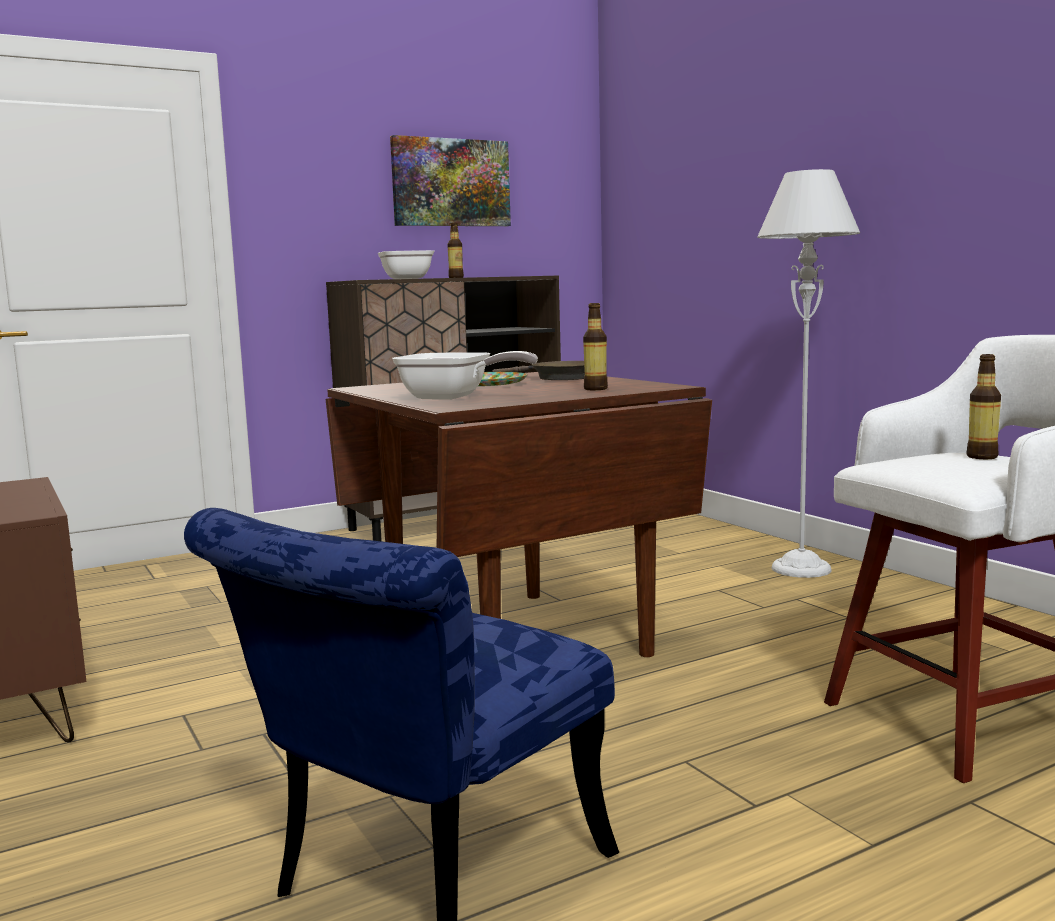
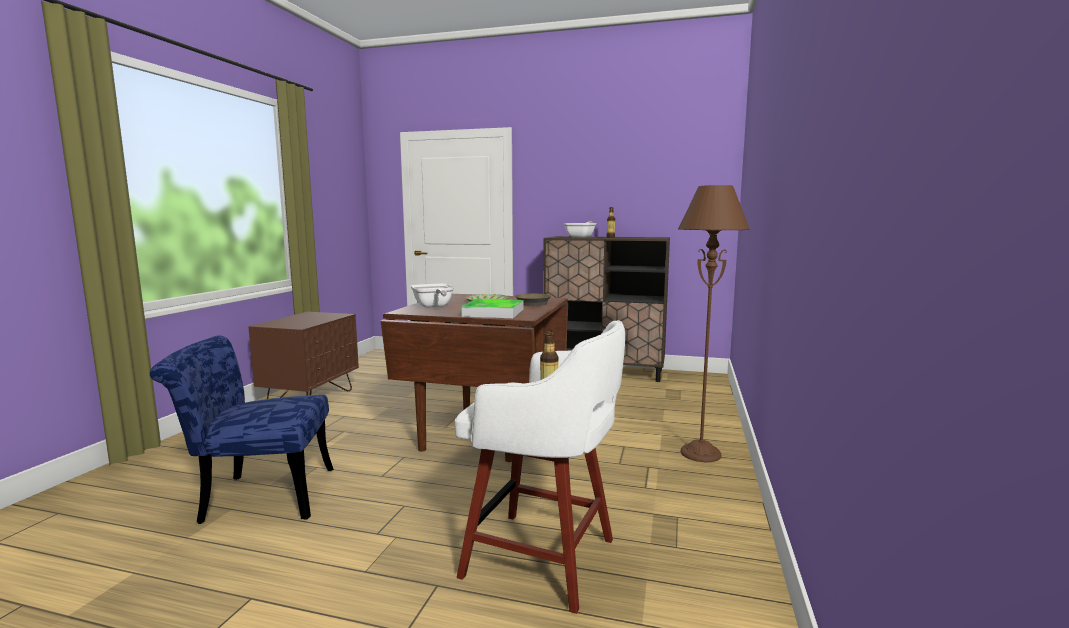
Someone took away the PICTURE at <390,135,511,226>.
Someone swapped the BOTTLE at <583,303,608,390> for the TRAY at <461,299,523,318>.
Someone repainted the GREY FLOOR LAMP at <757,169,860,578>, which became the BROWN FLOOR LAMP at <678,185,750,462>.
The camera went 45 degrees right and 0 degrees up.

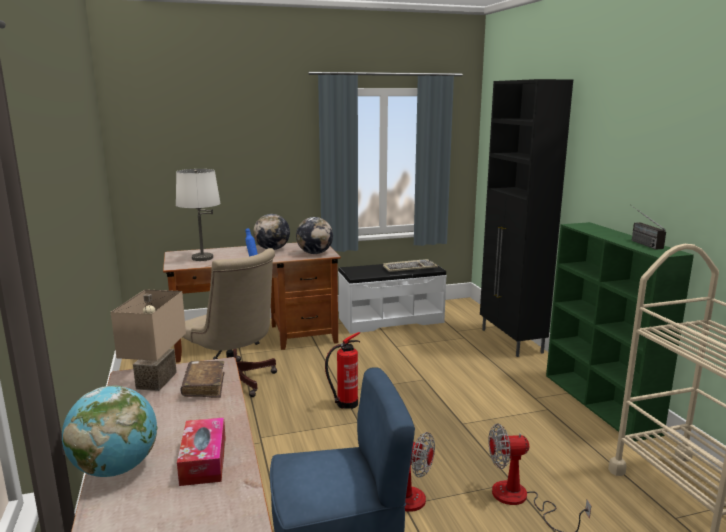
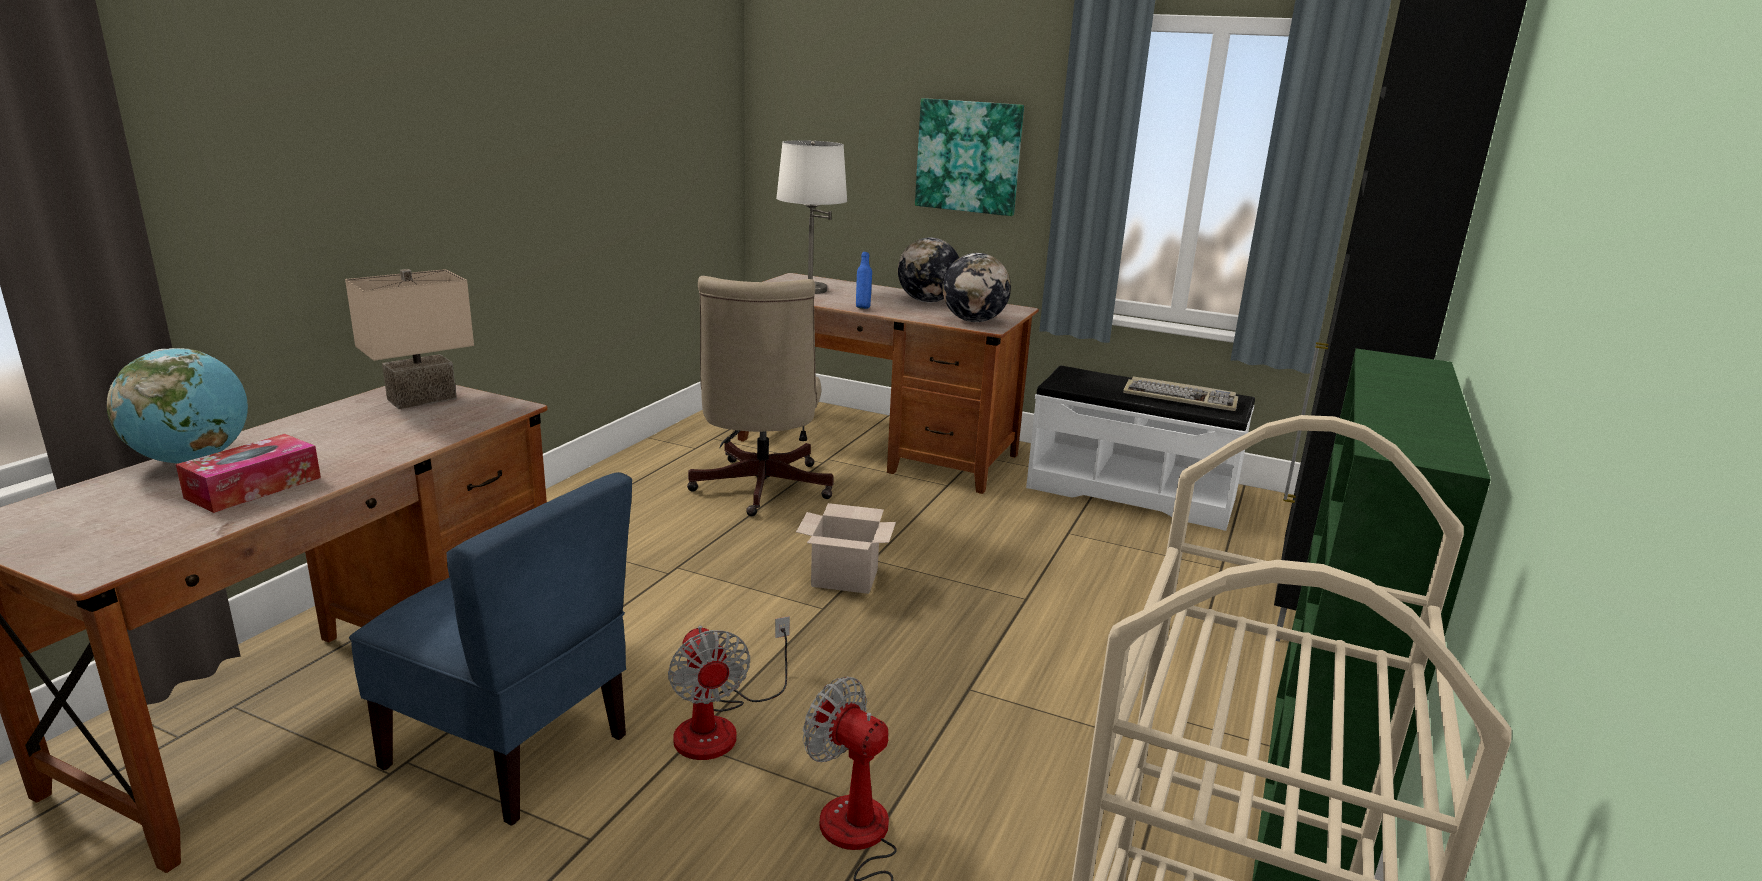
Someone took away the BROWN BOOK at <181,361,224,398>.
Someone swapped the FIRE EXTINGUISHER at <325,332,360,409> for the CARDBOARD BOX at <796,503,896,594>.
Someone took away the RADIO at <630,204,666,250>.
Someone put up the PICTURE at <915,98,1024,216>.
The camera went 40 degrees right and 5 degrees up.

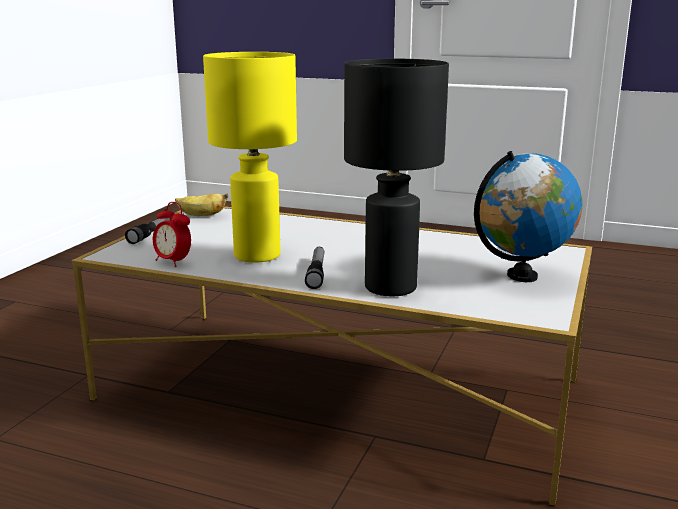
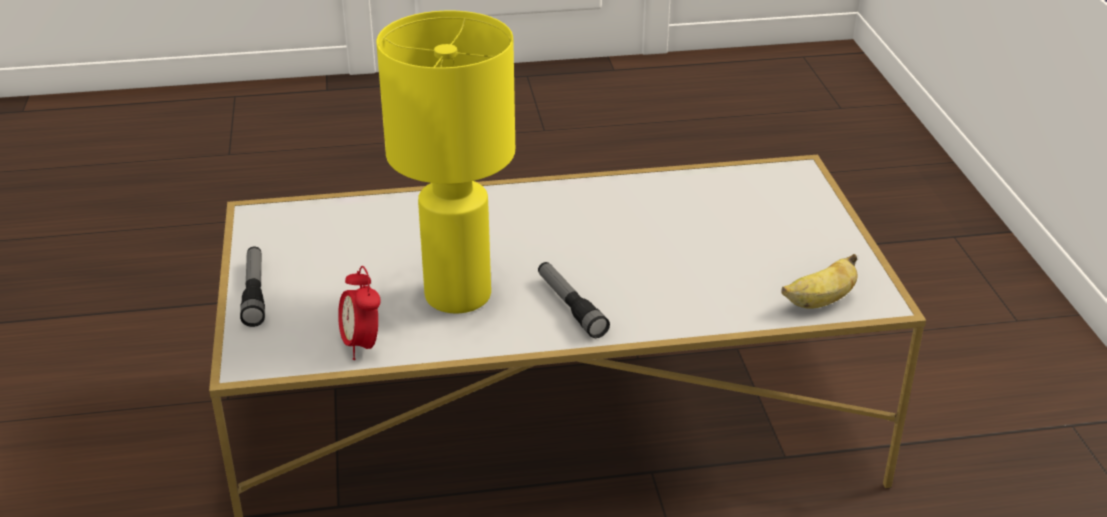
Someone rotated the ALARM CLOCK at <153,202,191,267> by 60 degrees clockwise.
Someone carried the BANANA from <175,193,228,216> to <782,254,858,309>.
Someone took away the BLACK TABLE LAMP at <344,59,449,296>.
Someone took away the GLOBE at <474,151,583,282>.
The camera went 30 degrees left and 15 degrees up.

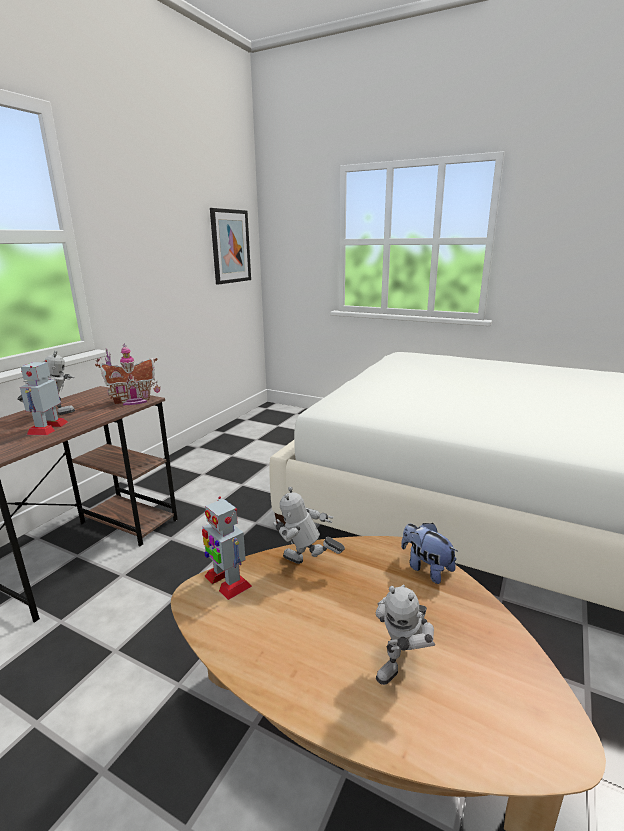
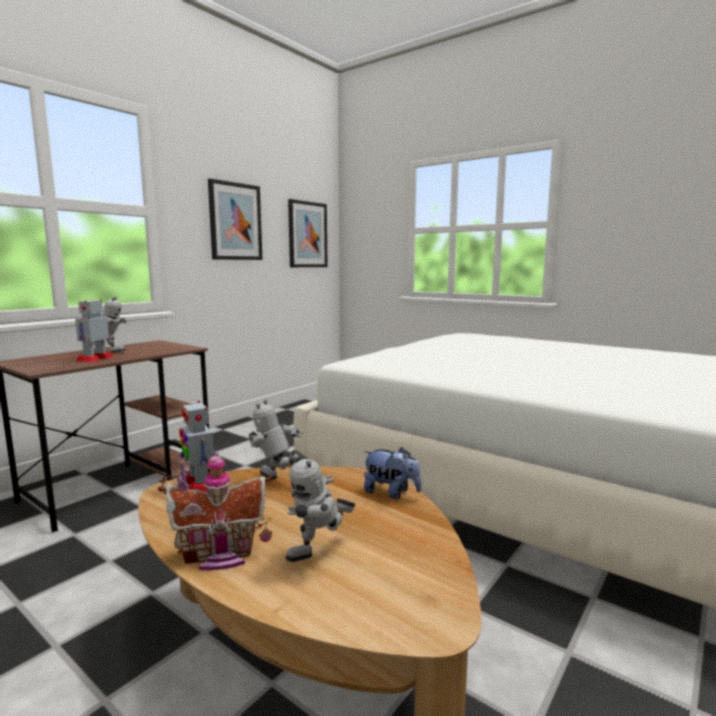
Someone carried the TOY HOUSE from <95,343,160,405> to <158,450,272,570>.
Someone rotated the PLUSH TOY at <401,523,457,584> by 150 degrees clockwise.
Someone put up the PICTURE at <208,178,262,260>.
The camera went 10 degrees right and 10 degrees down.

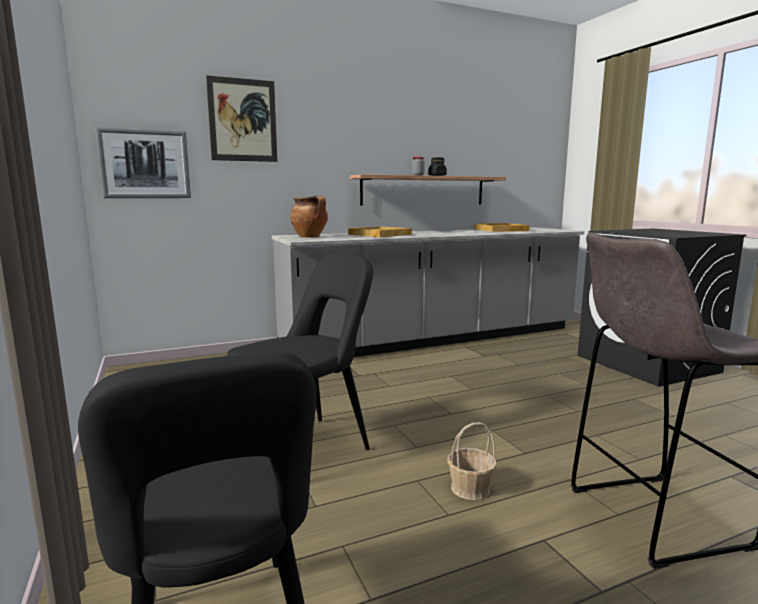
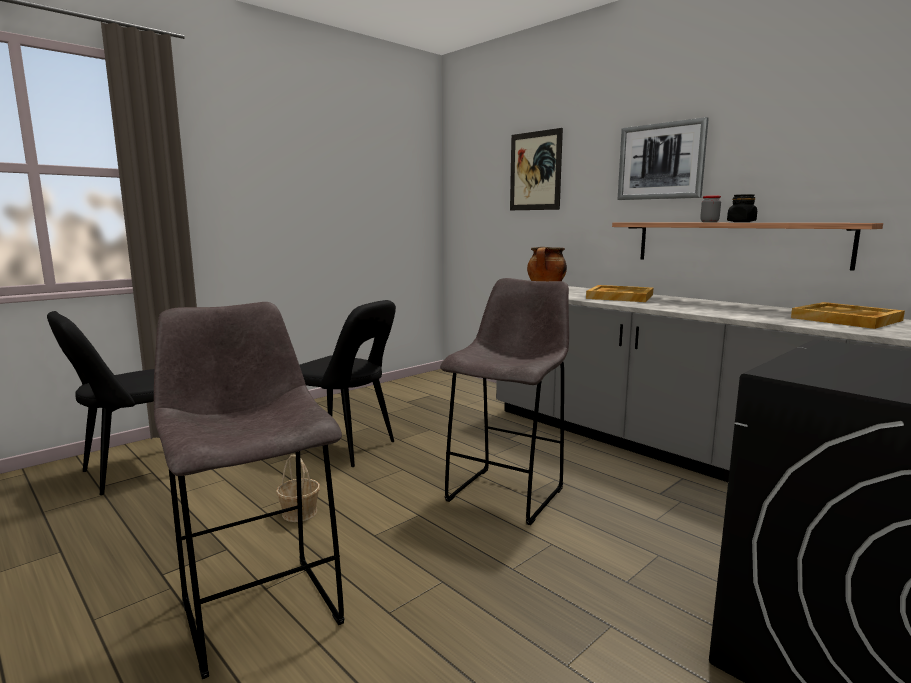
Someone carried the PICTURE from <95,127,191,198> to <618,117,709,200>.
Someone put down the GREY STOOL at <440,278,569,525>.
The camera went 70 degrees right and 0 degrees up.

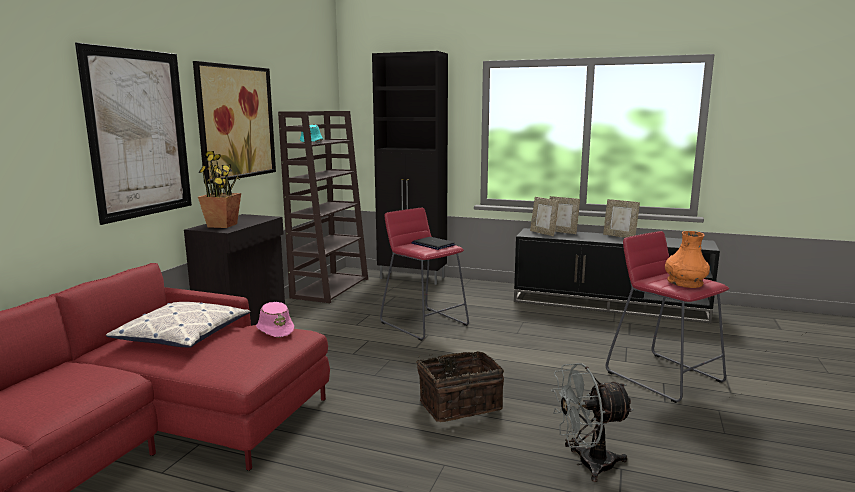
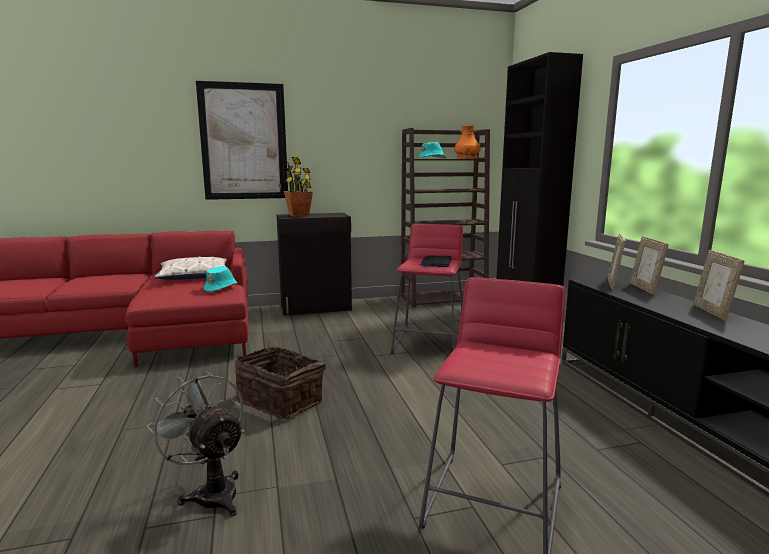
Someone took away the PICTURE at <193,61,276,184>.
Someone repainted the PINK HAT at <256,302,294,338>, which became the TURQUOISE HAT at <204,266,238,292>.
Someone carried the ORANGE VASE from <665,231,710,288> to <454,125,481,159>.
The camera went 55 degrees right and 0 degrees up.

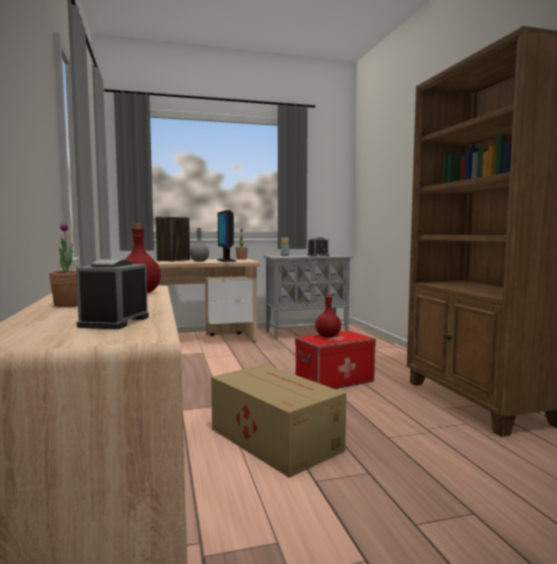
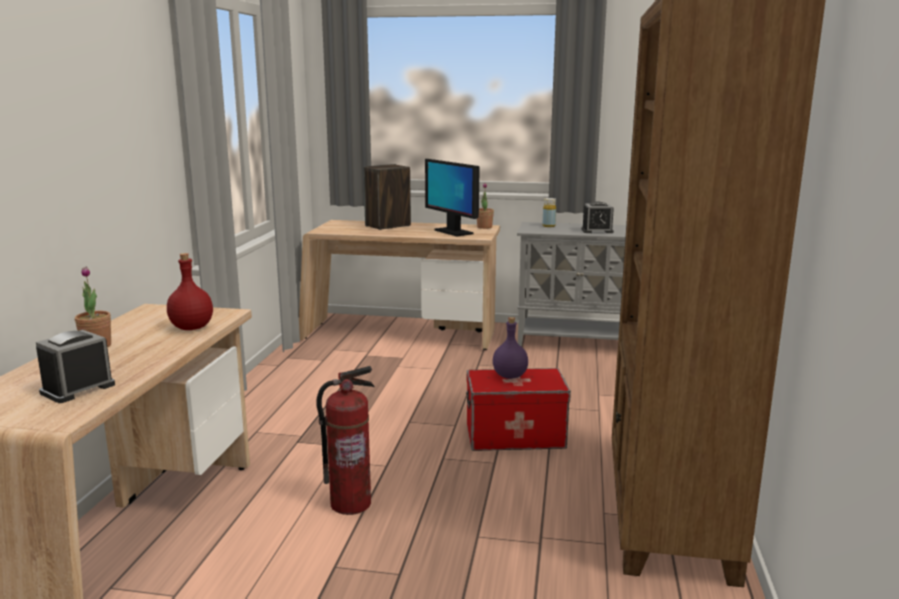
Someone took away the GREY BOTTLE at <190,228,209,262>.
Someone swapped the CARDBOARD BOX at <211,364,346,478> for the FIRE EXTINGUISHER at <316,366,375,515>.
Someone rotated the MONITOR at <217,210,236,262> by 45 degrees counterclockwise.
Someone repainted the RED BOTTLE at <315,293,341,338>, which became the PURPLE BOTTLE at <493,317,528,379>.
The camera went 25 degrees right and 10 degrees up.

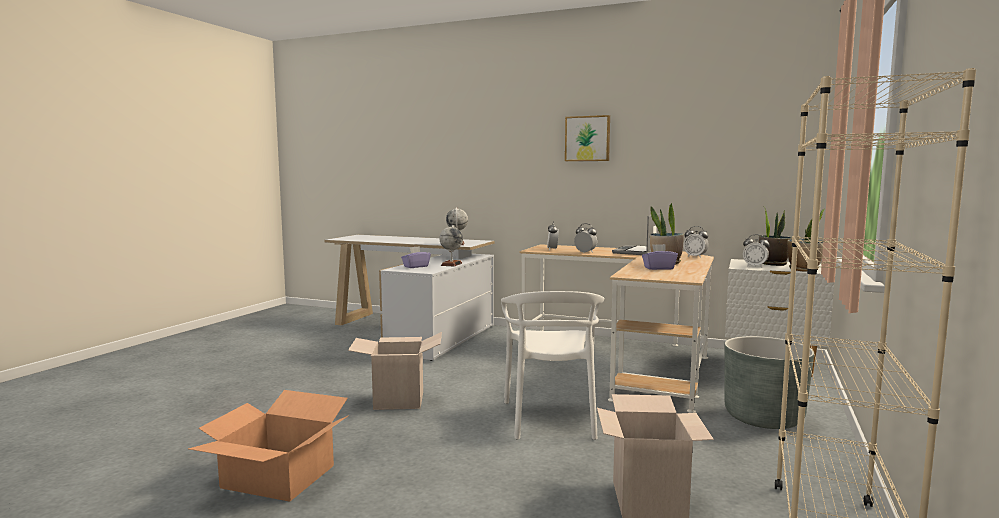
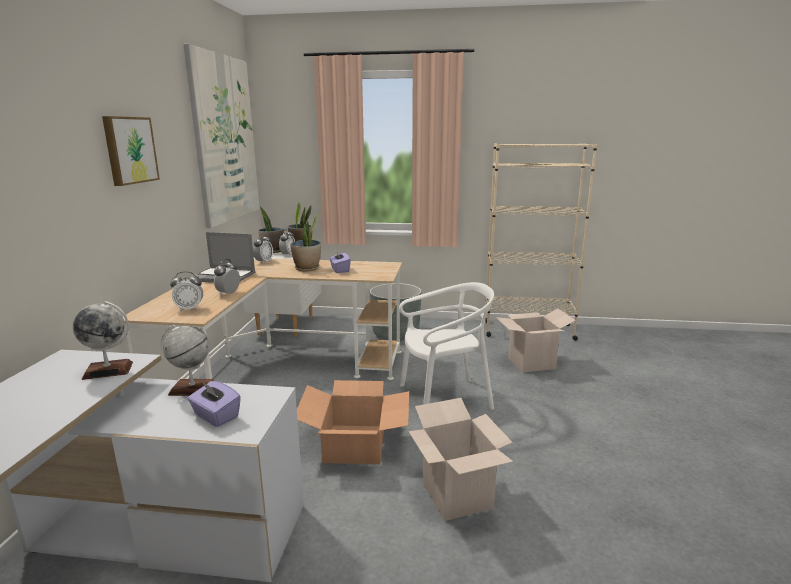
Someone carried the CARDBOARD BOX from <188,390,349,502> to <297,380,409,464>.
Someone put up the PICTURE at <184,44,260,228>.
The camera went 105 degrees left and 10 degrees up.

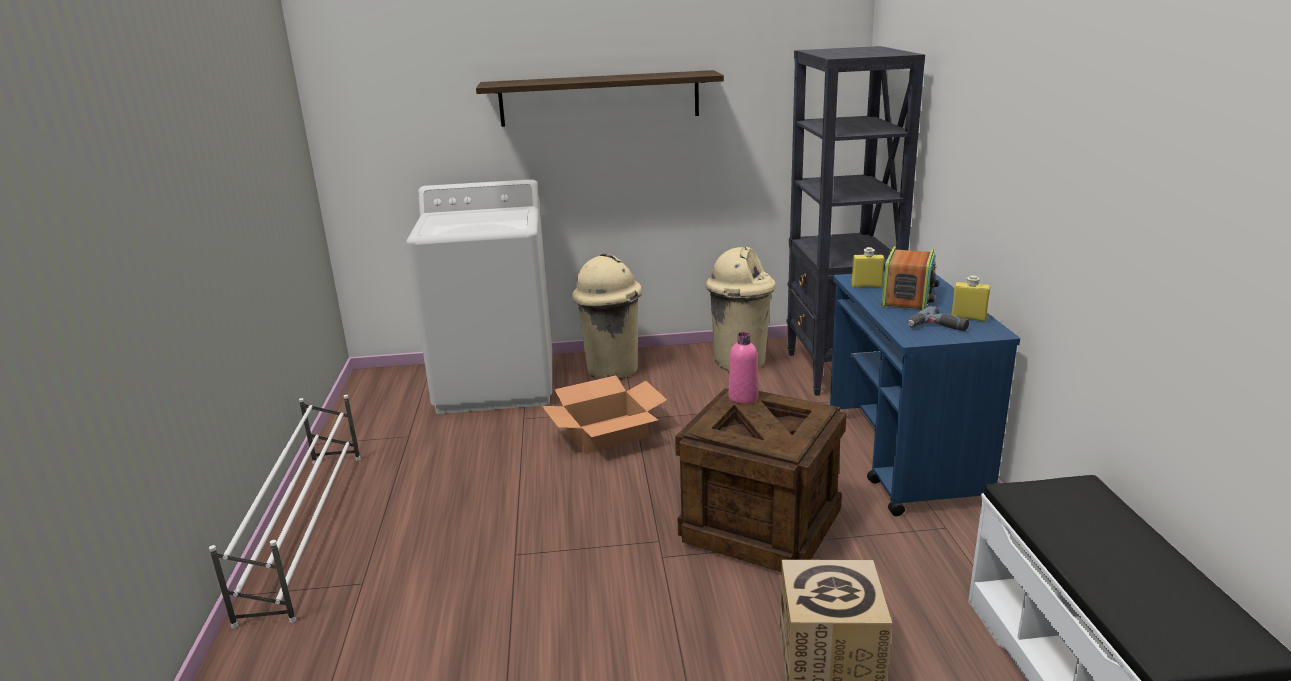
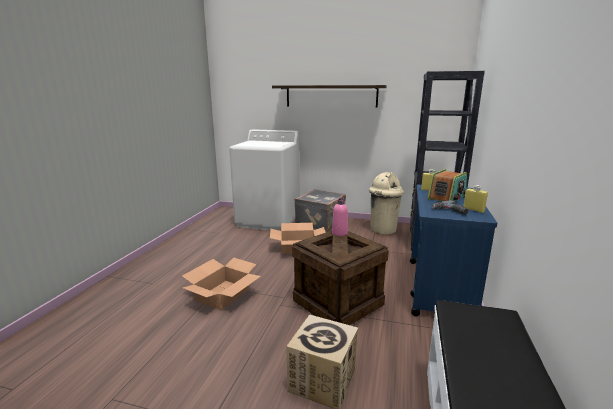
Someone took away the WHITE SHOE RACK at <209,395,361,628>.
Someone swapped the BEIGE TRASH CAN at <572,254,642,379> for the GREY SUITCASE at <294,189,346,232>.
Someone put down the CARDBOARD BOX at <182,257,261,310>.
The camera went 20 degrees right and 5 degrees down.

